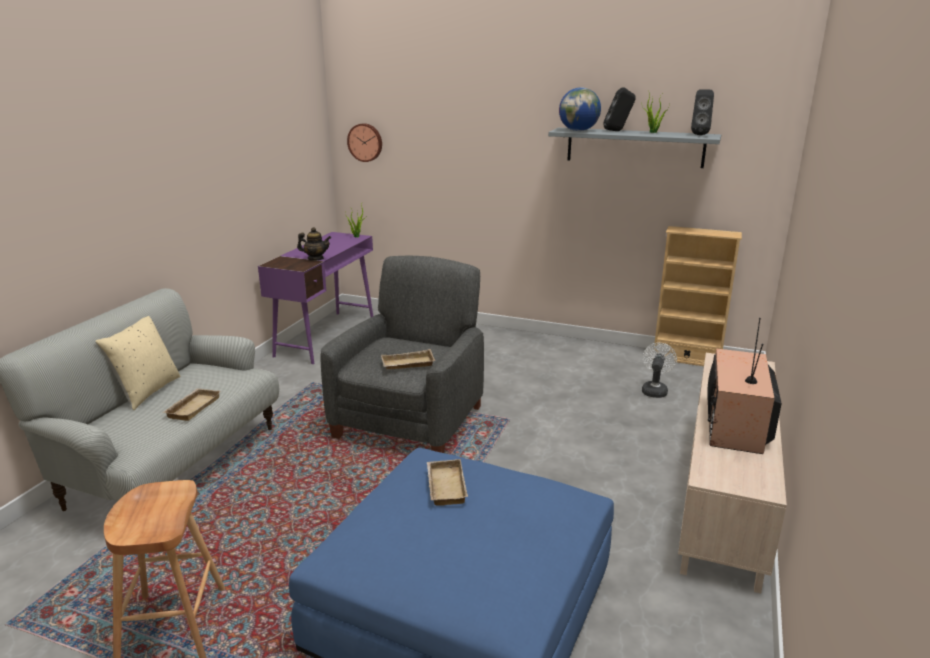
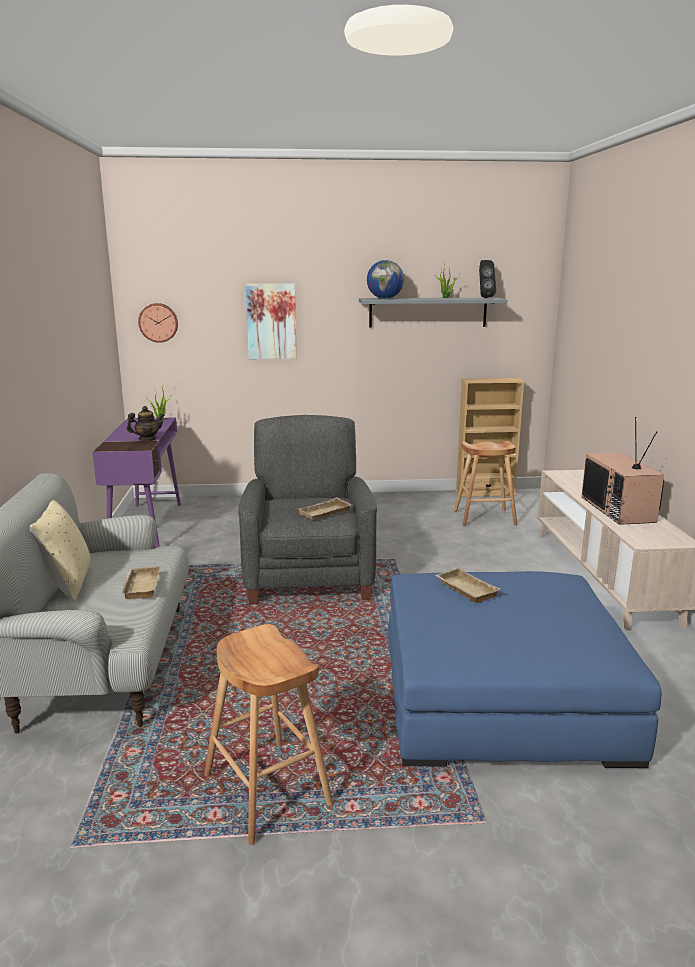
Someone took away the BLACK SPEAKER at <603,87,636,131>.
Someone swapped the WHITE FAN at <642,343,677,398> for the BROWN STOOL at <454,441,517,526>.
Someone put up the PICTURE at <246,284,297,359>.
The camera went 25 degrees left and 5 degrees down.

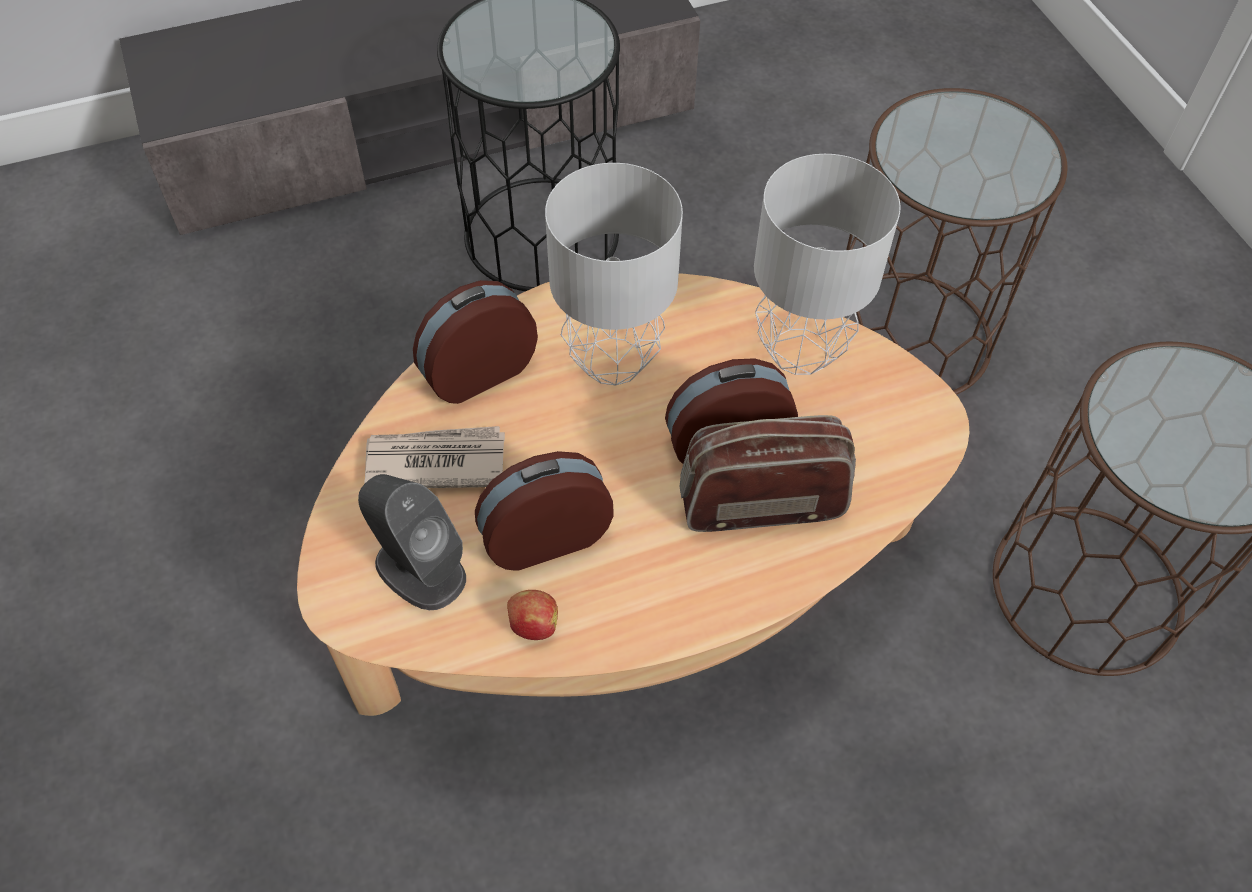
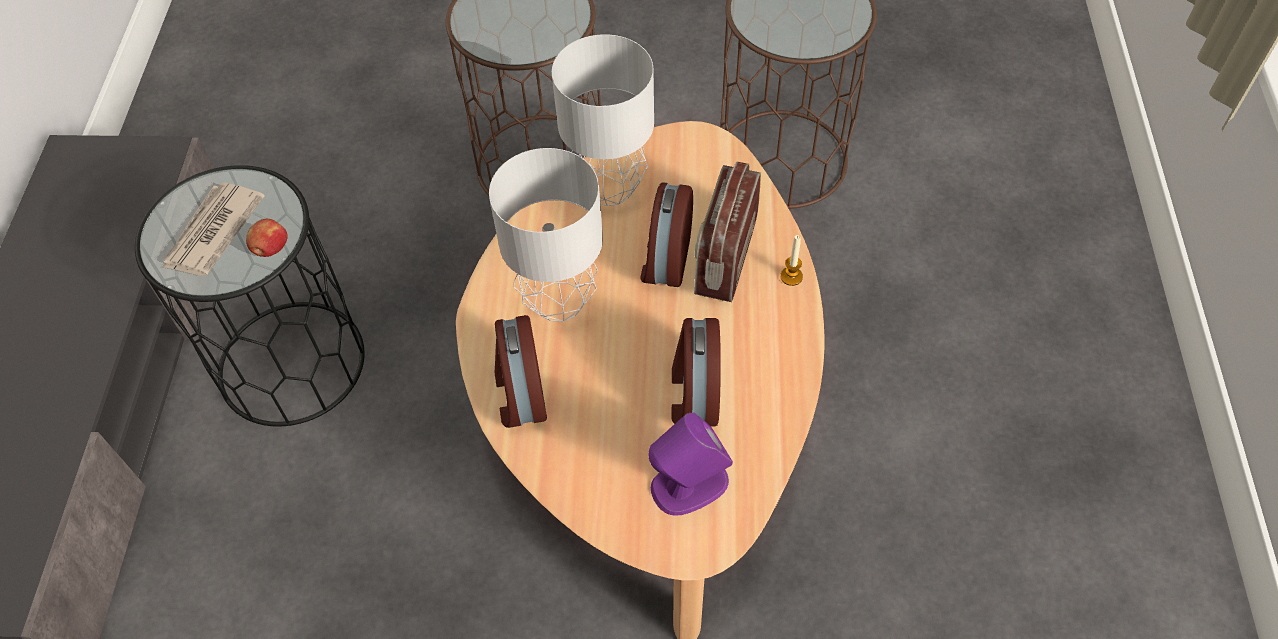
Someone repainted the GREY SPEAKER at <358,474,466,610>, which became the PURPLE SPEAKER at <649,412,733,516>.
Someone carried the NEWSPAPER from <364,426,505,488> to <162,182,264,276>.
Someone carried the APPLE from <507,590,558,640> to <246,219,288,257>.
Someone put down the CANDLE at <780,235,803,286>.
The camera went 65 degrees left and 0 degrees up.

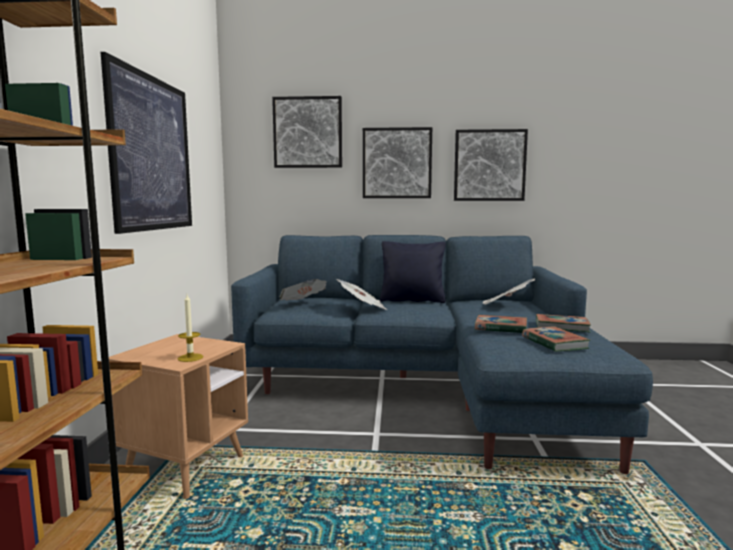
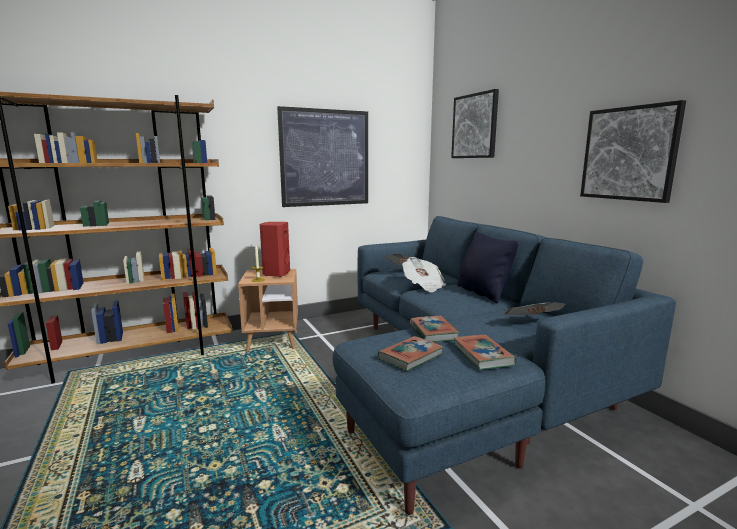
Someone took away the PICTURE at <363,127,432,198>.
Someone put down the RED SPEAKER at <260,222,290,277>.
The camera went 60 degrees right and 5 degrees up.

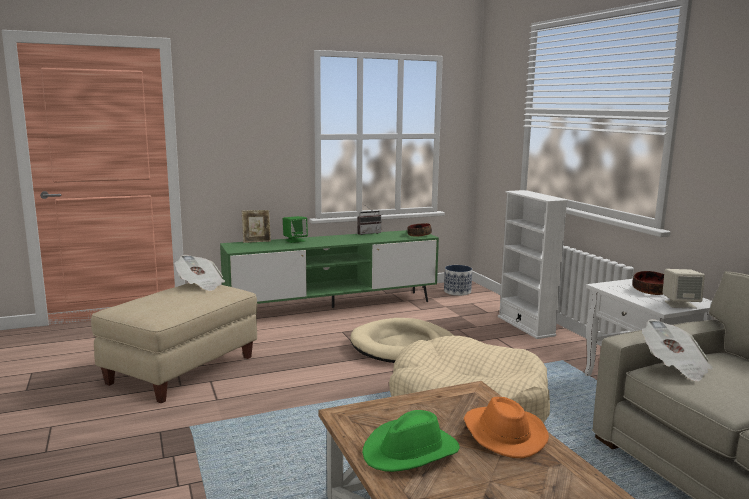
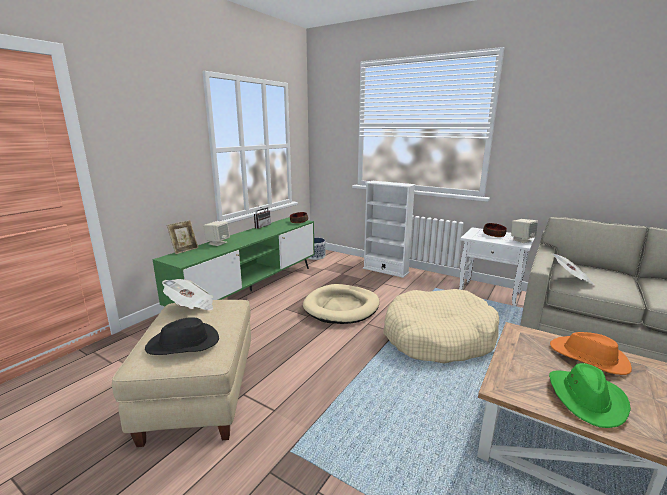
Someone repainted the GREEN SPEAKER at <283,216,308,243>, which became the BEIGE SPEAKER at <203,222,230,246>.
Someone put down the BLACK HAT at <145,317,219,355>.
The camera went 35 degrees left and 5 degrees up.

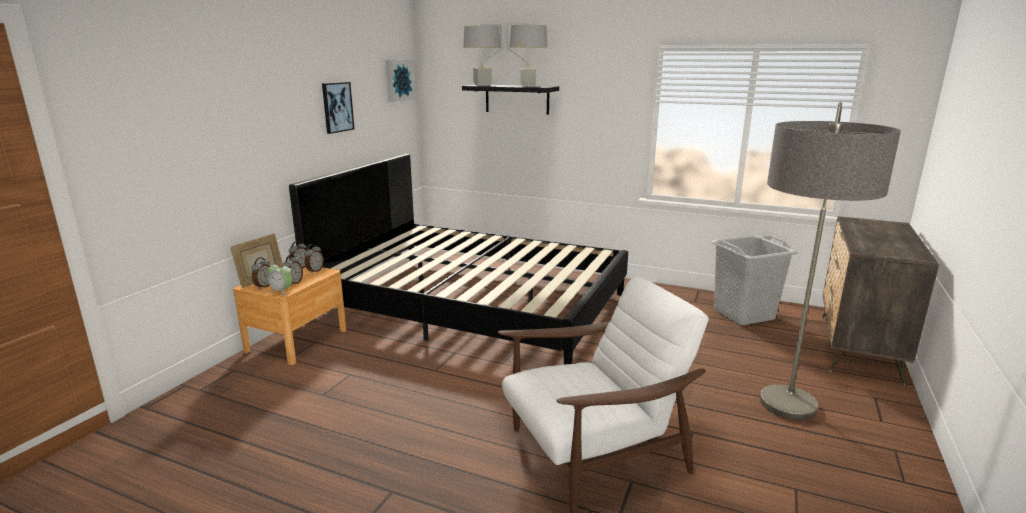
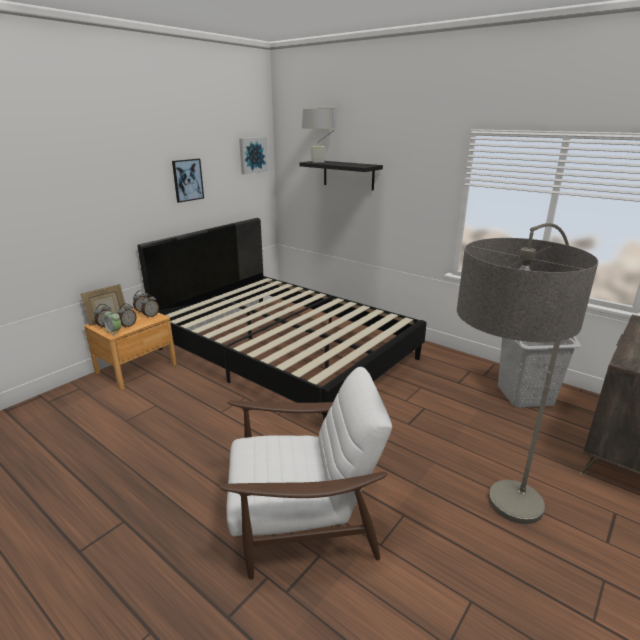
Someone took away the GREY TABLE LAMP at <507,23,548,87>.
The camera went 15 degrees right and 5 degrees up.

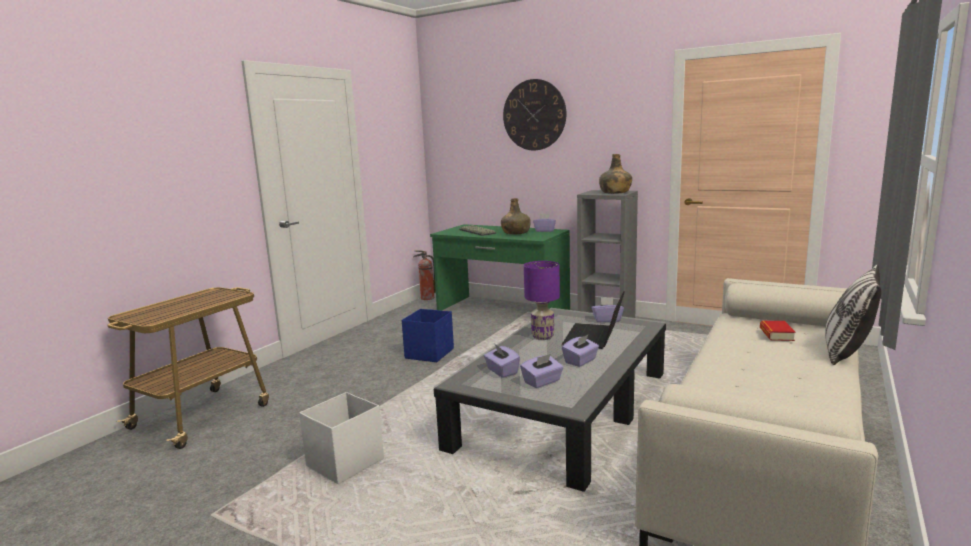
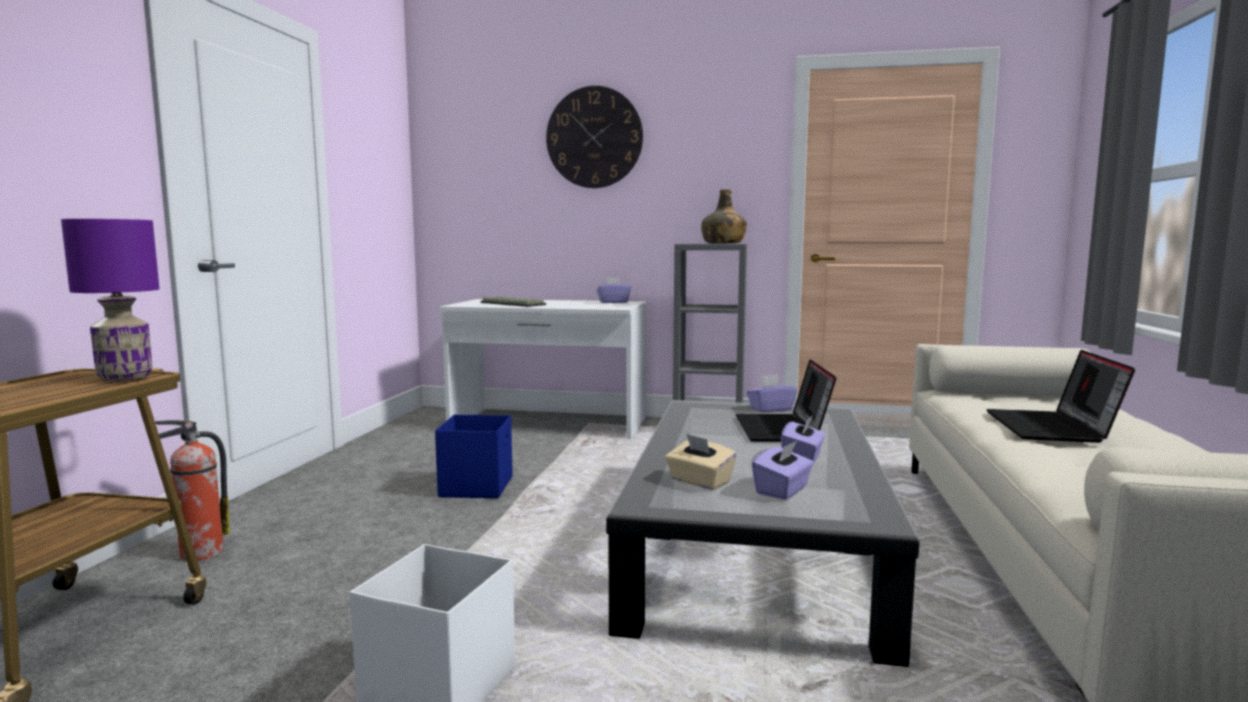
Someone carried the FIRE EXTINGUISHER from <413,250,436,300> to <155,420,230,561>.
Someone repainted the GREEN DESK at <430,224,570,311>, which became the WHITE DESK at <439,299,646,439>.
Someone repainted the PURPLE TISSUE BOX at <484,343,520,378>, which became the BEIGE TISSUE BOX at <665,434,737,490>.
Someone took away the GREEN BOTTLE at <501,198,531,234>.
Someone carried the PURPLE TABLE LAMP from <524,261,560,340> to <61,219,159,381>.
Someone took away the BOOK at <760,321,795,341>.
Someone took away the PILLOW at <825,264,881,365>.
Someone put down the LAPTOP at <986,350,1135,443>.
The camera went 20 degrees left and 5 degrees down.

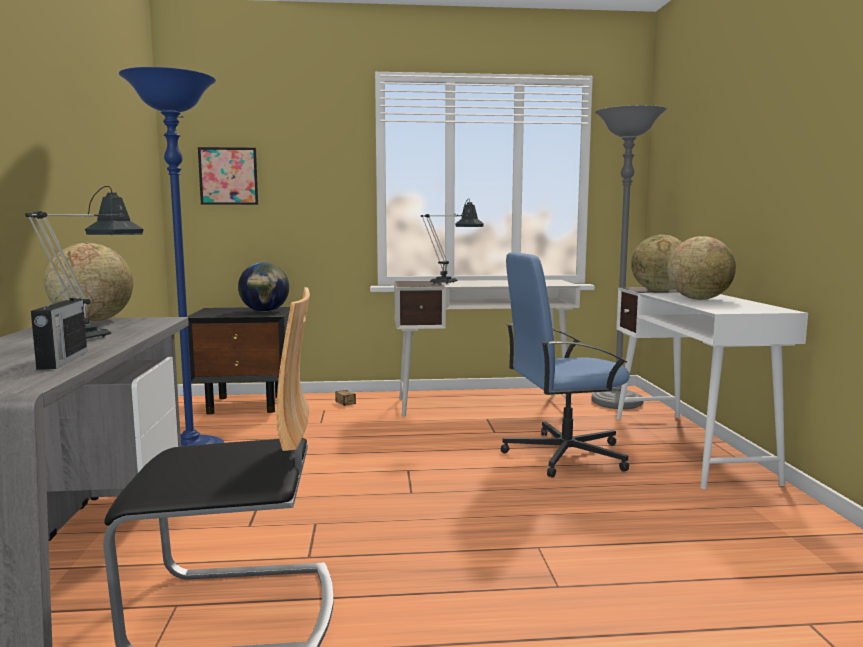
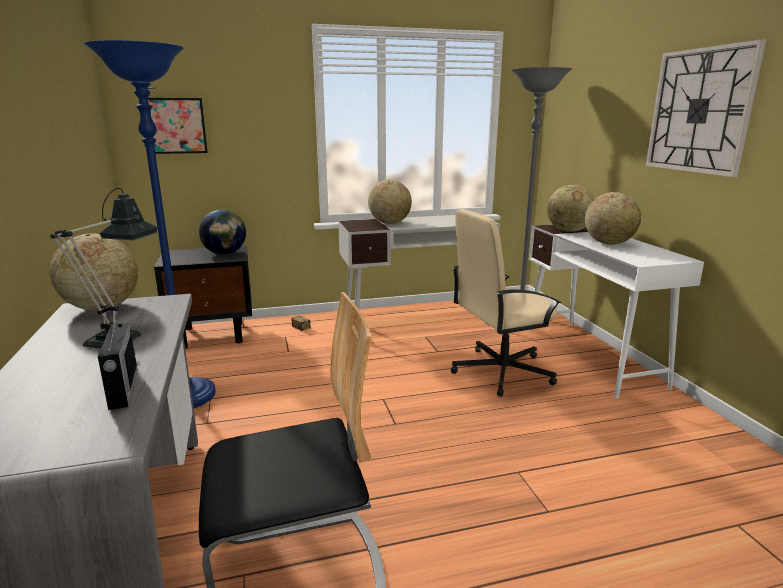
Someone swapped the TABLE LAMP at <421,198,484,284> for the GLOBE at <368,179,412,224>.
Someone repainted the BLUE OFFICE CHAIR at <500,252,630,478>, which became the BEIGE OFFICE CHAIR at <451,209,561,397>.
Someone put up the WALL CLOCK at <646,39,767,177>.
The camera went 10 degrees left and 10 degrees up.

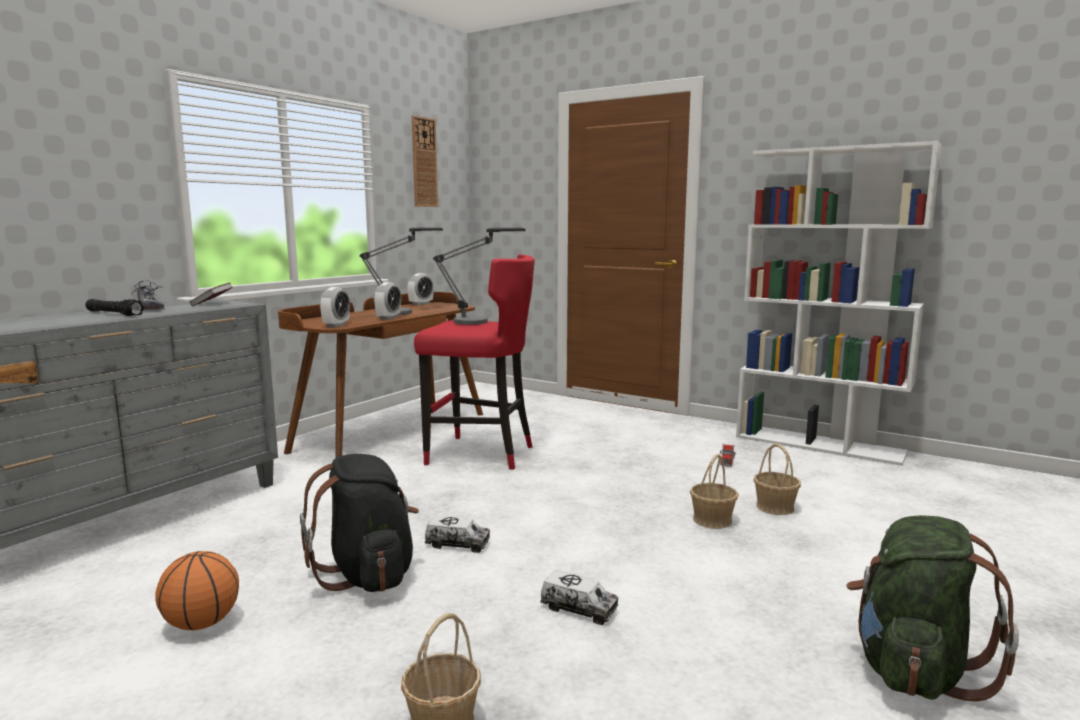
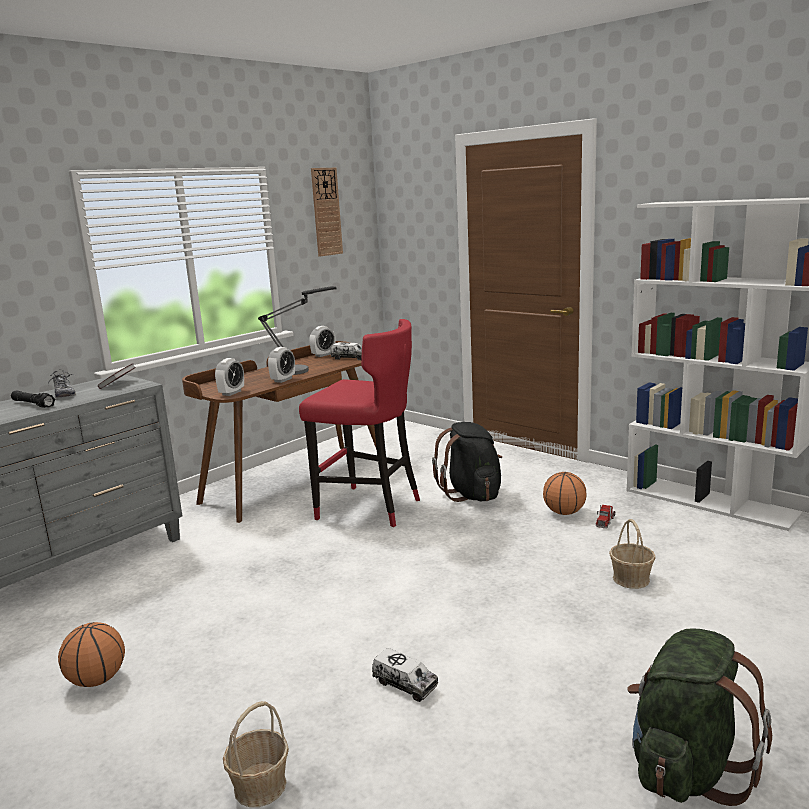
Someone carried the BLACK BACKPACK from <300,454,419,592> to <432,422,502,502>.
Someone carried the TOY TRUCK from <425,516,490,553> to <331,342,362,360>.
Someone took away the TABLE LAMP at <433,228,525,325>.
Someone took away the BASKET at <690,454,738,529>.
Someone put down the BASKETBALL at <543,472,586,515>.
The camera went 10 degrees right and 5 degrees up.

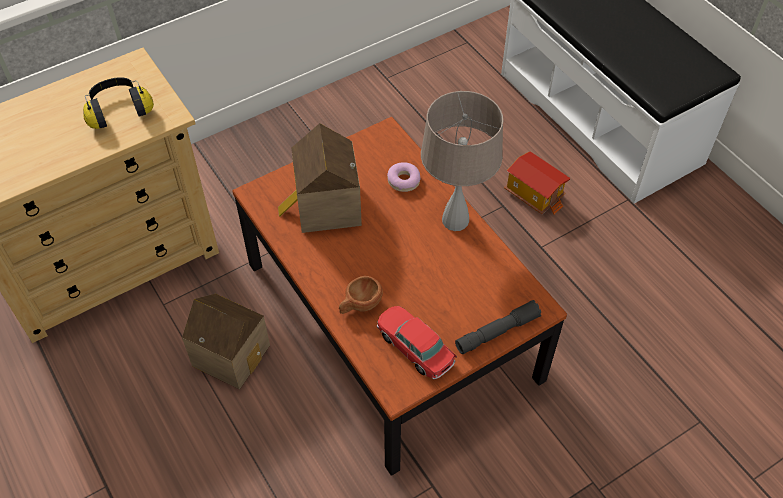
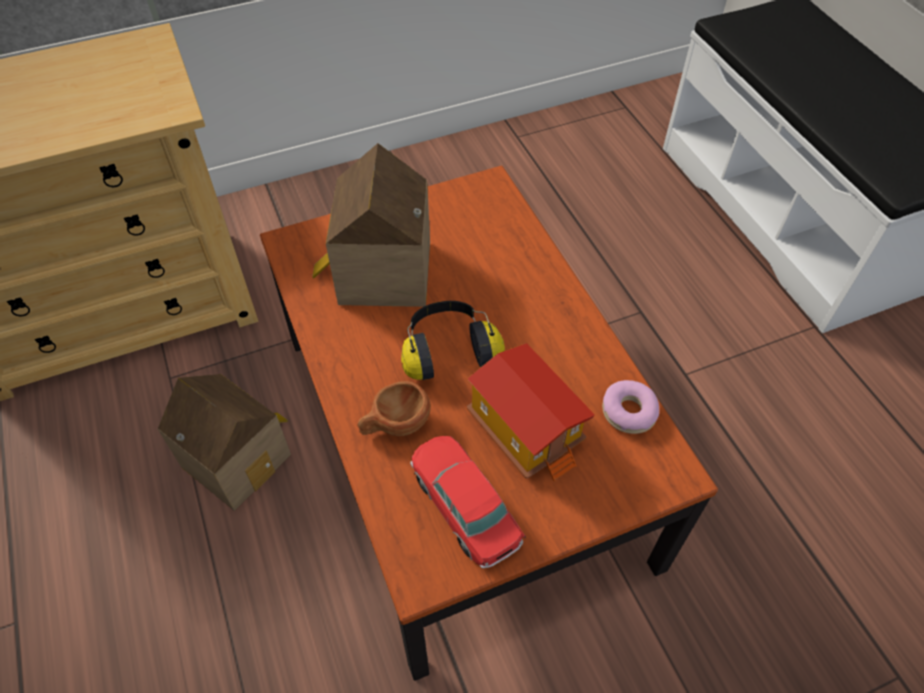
Someone carried the HEADPHONES from <83,77,154,129> to <401,301,505,380>.
Someone carried the DONUT from <387,162,420,192> to <602,380,659,434>.
Someone took away the BEIGE TABLE LAMP at <421,91,503,231>.
Someone took away the GREY FLASHLIGHT at <455,300,541,354>.
Someone carried the TOY HOUSE from <504,151,571,215> to <467,343,595,481>.
The camera went 10 degrees right and 0 degrees up.

